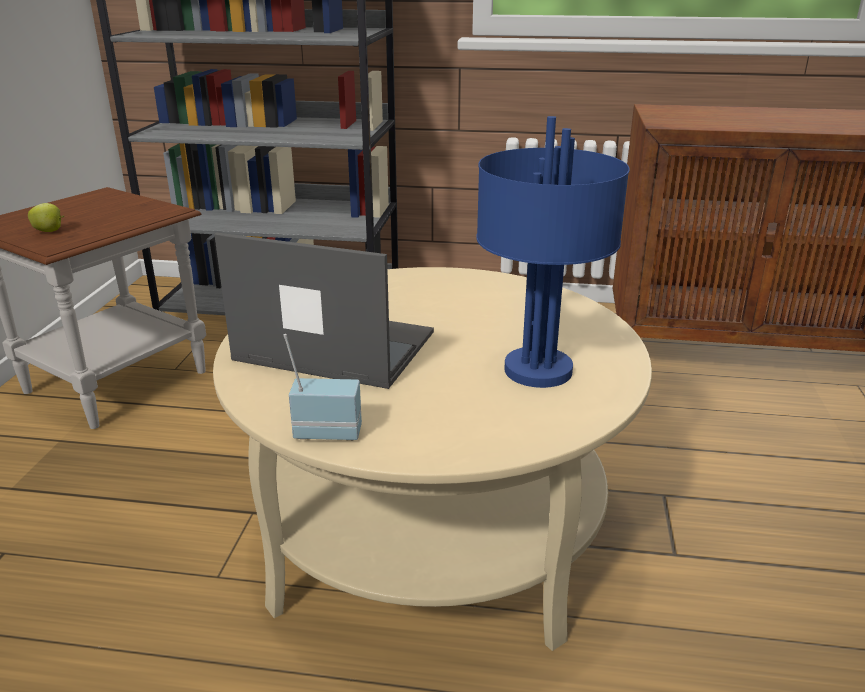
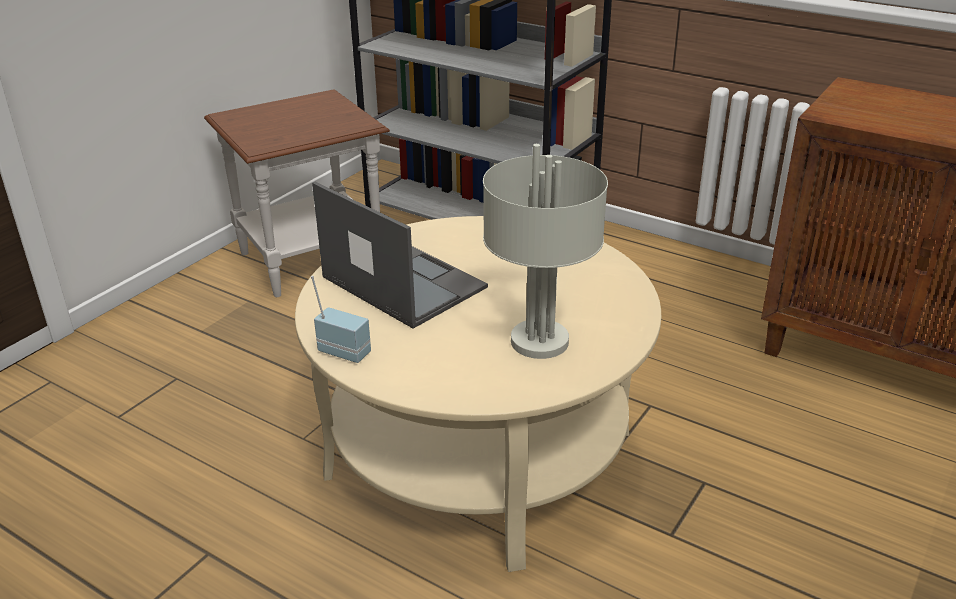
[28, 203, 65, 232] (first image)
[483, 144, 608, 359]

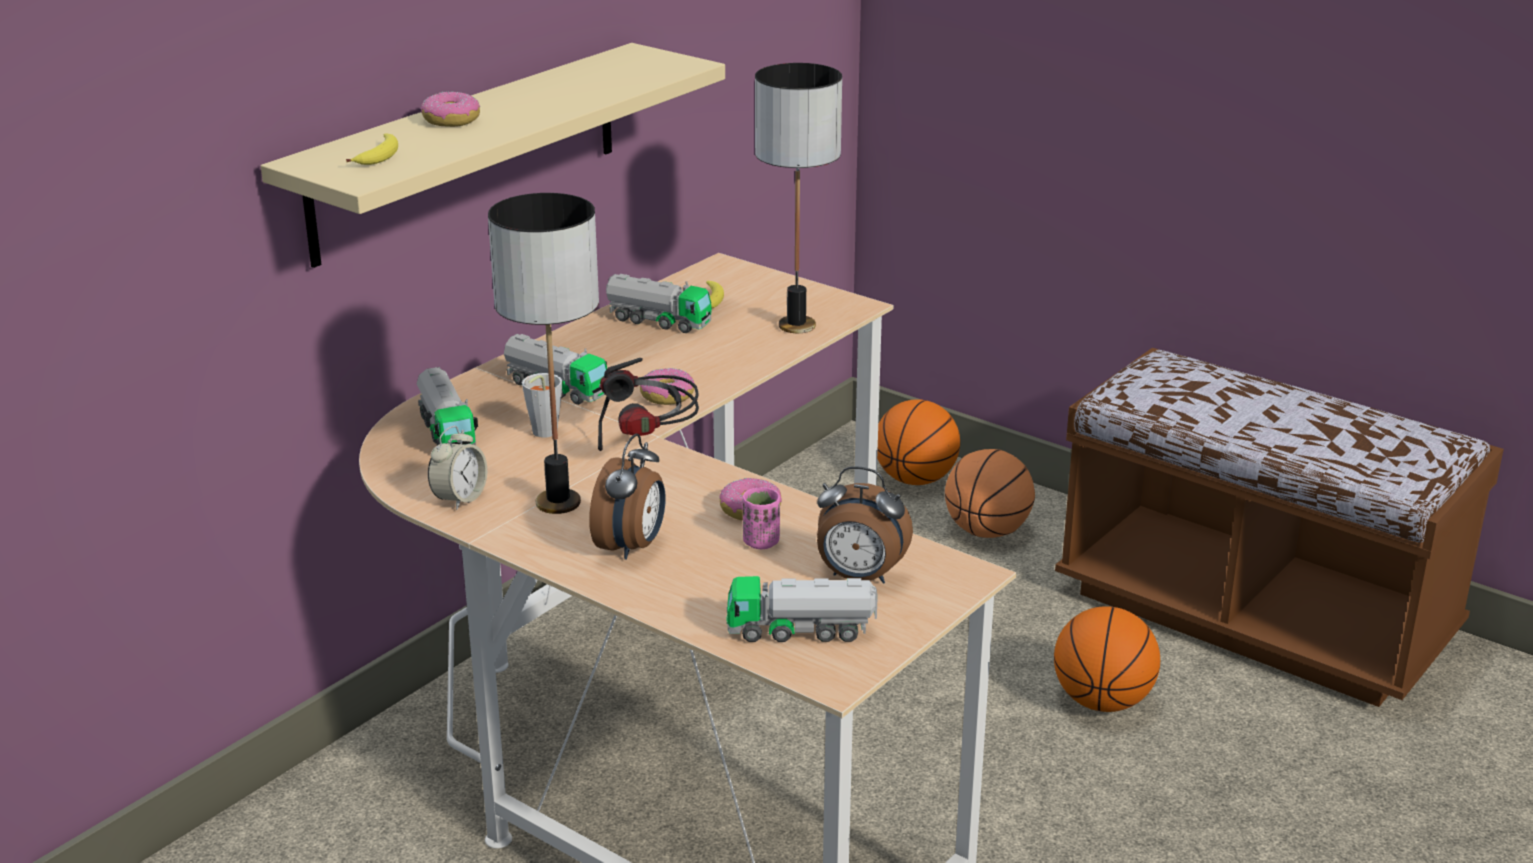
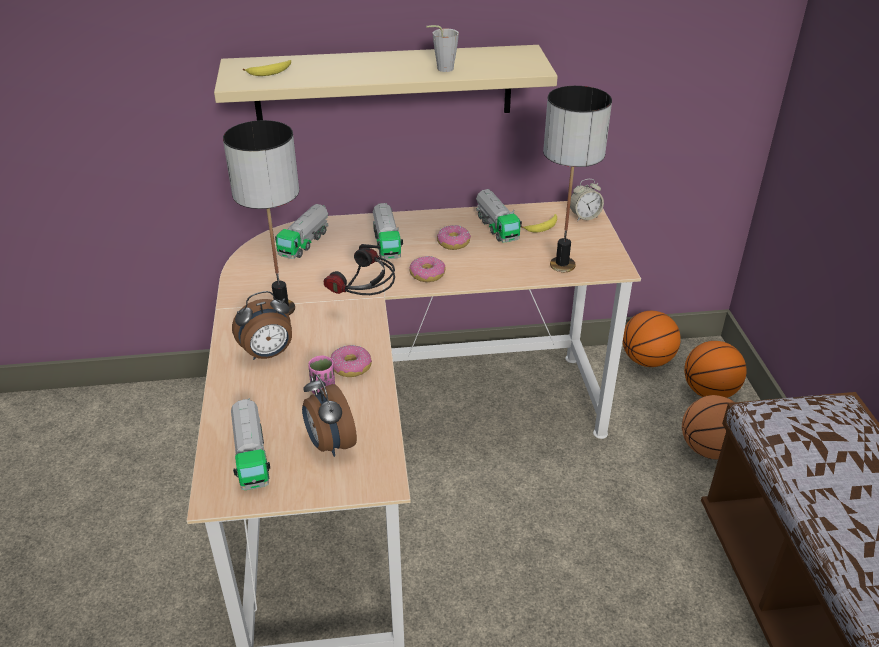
[437, 225, 471, 250]
[570, 179, 604, 221]
[426, 25, 459, 72]
[231, 398, 270, 490]
[623, 311, 681, 367]

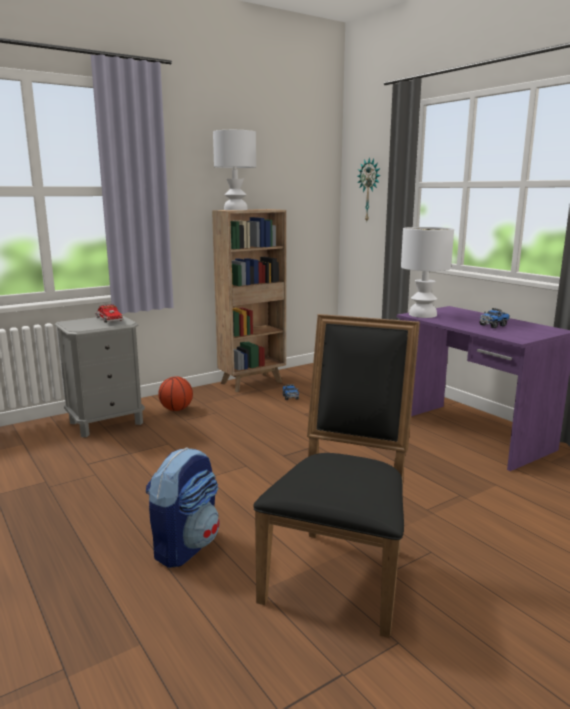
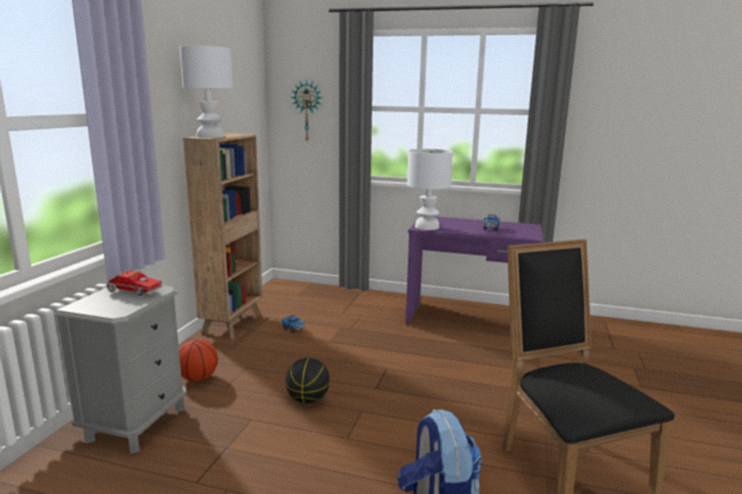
[285, 358, 330, 403]

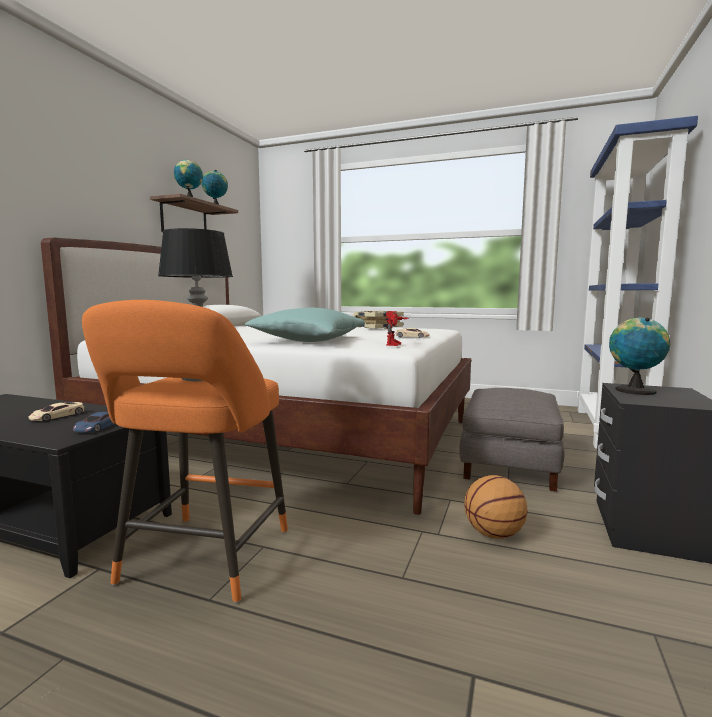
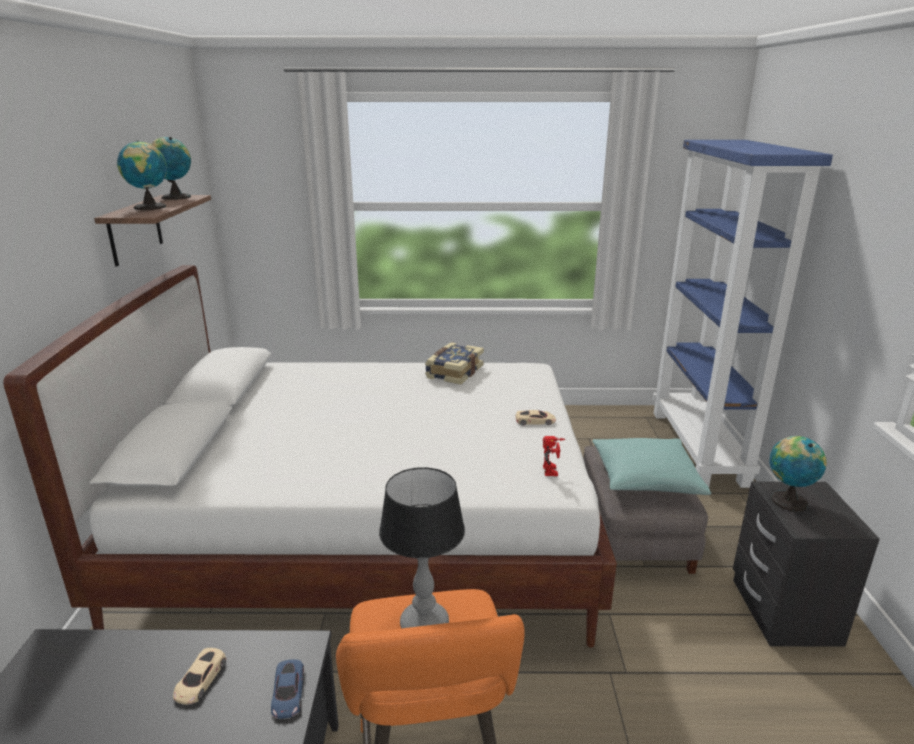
[592, 438, 711, 495]
[464, 475, 528, 539] (first image)

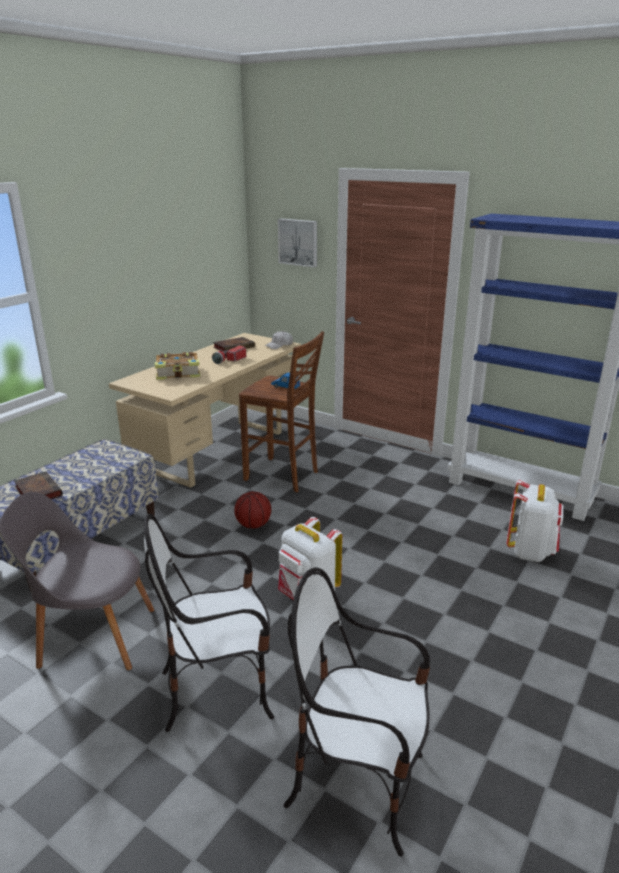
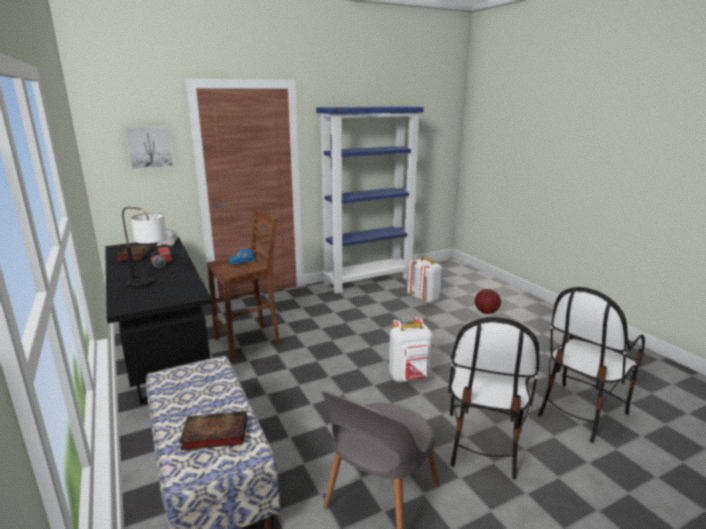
[105, 237, 212, 405]
[122, 207, 168, 288]
[475, 289, 501, 314]

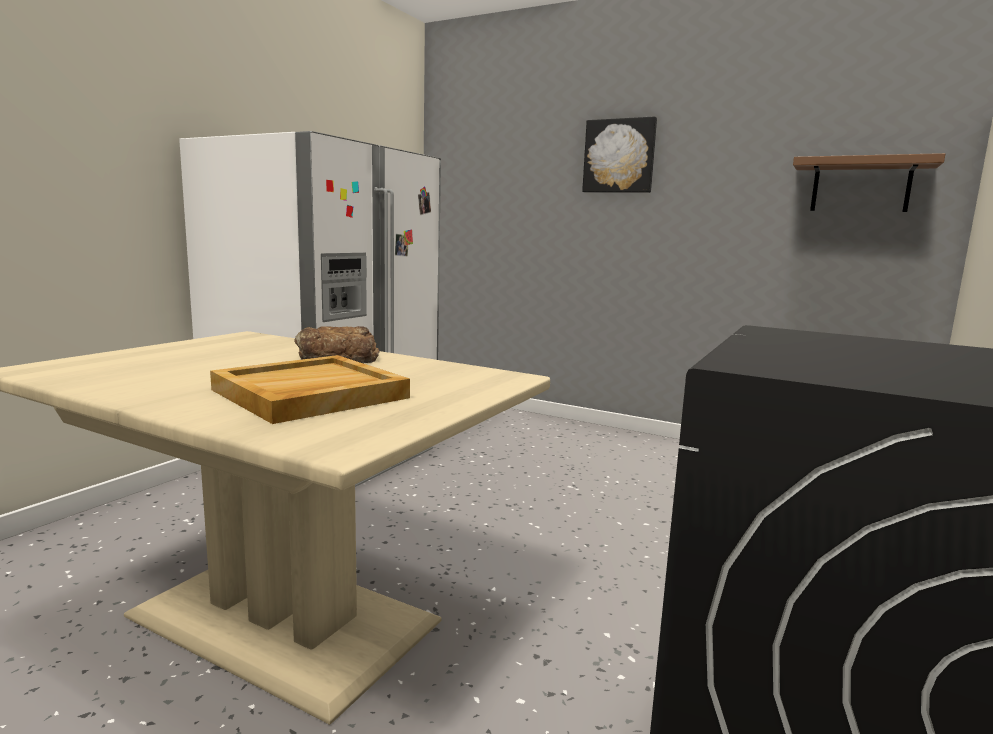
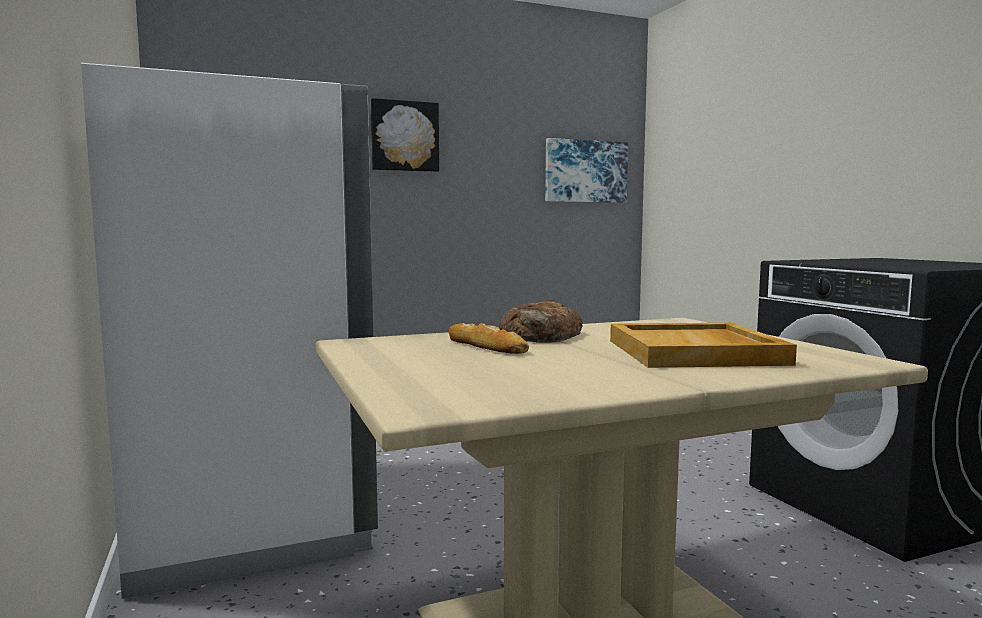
[545, 138, 628, 203]
[448, 323, 529, 354]

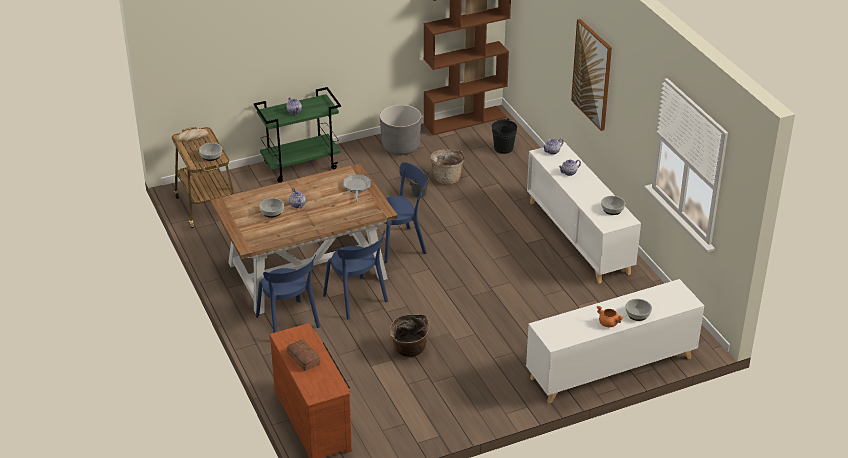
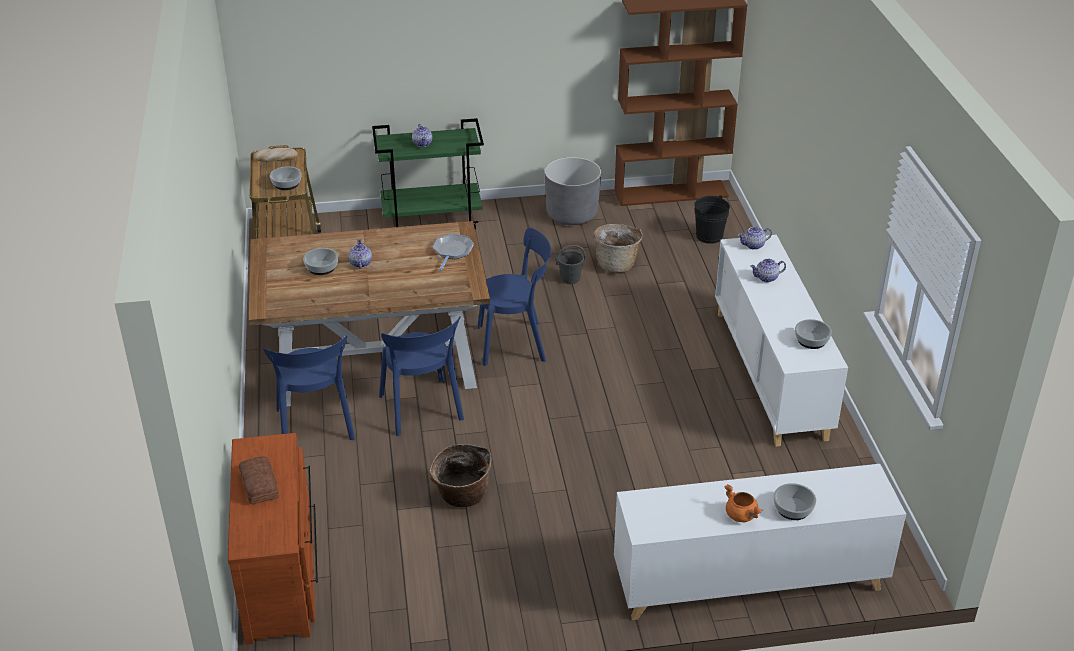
[571, 19, 612, 131] (first image)

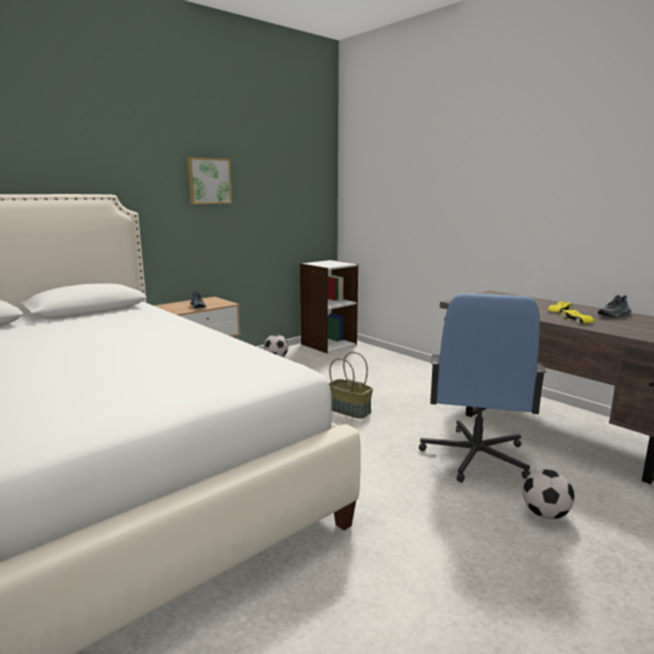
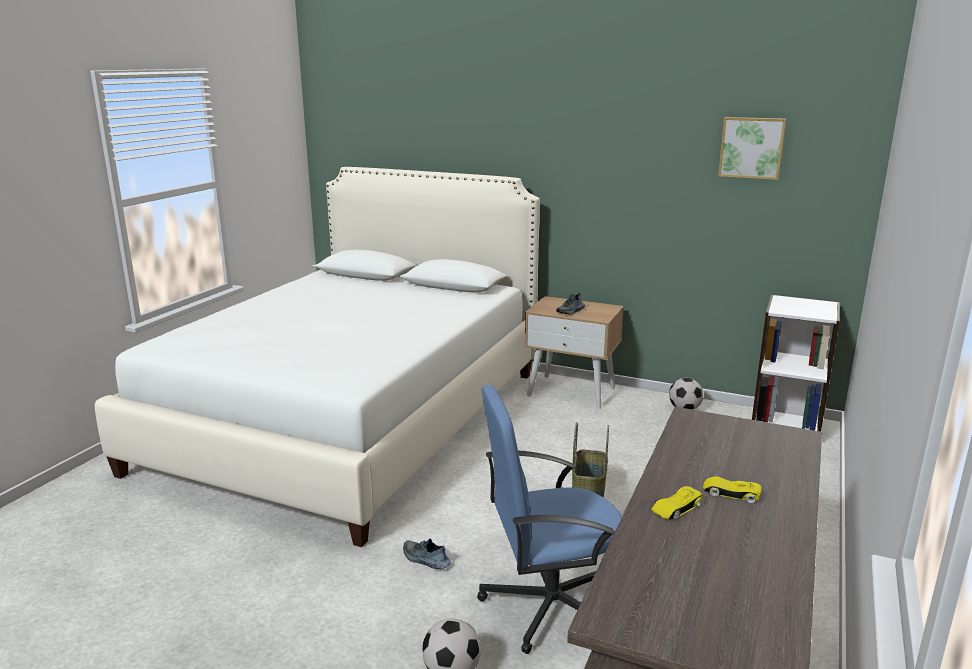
[718, 117, 786, 180]
[403, 538, 451, 569]

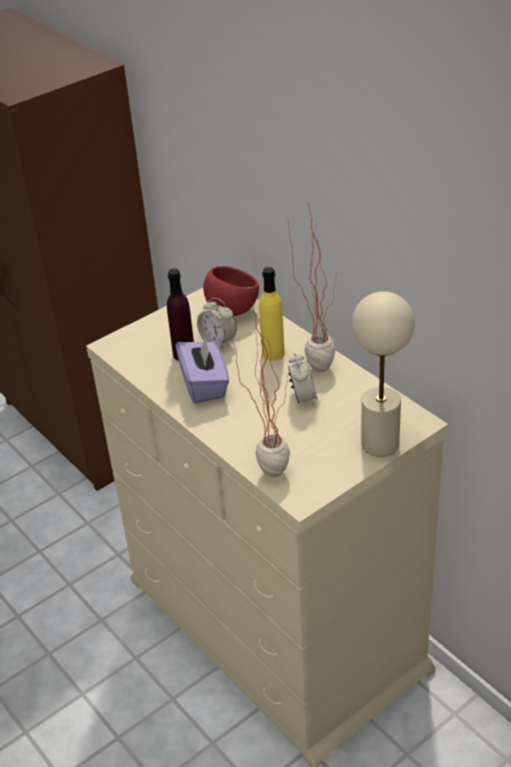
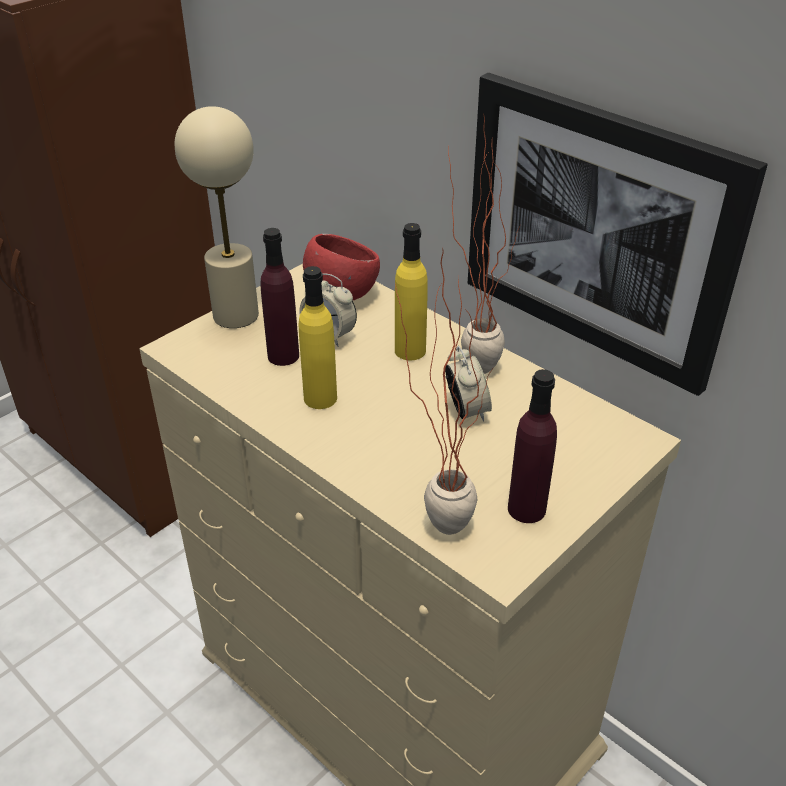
[299, 266, 337, 409]
[175, 106, 259, 328]
[468, 73, 768, 396]
[508, 369, 557, 523]

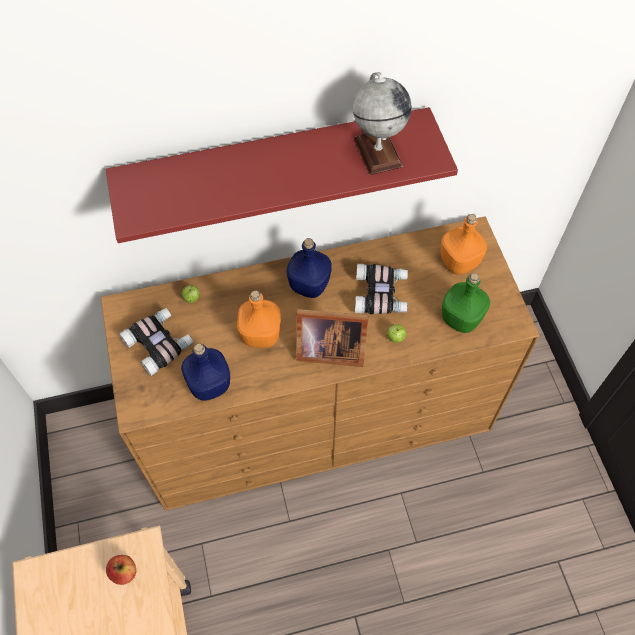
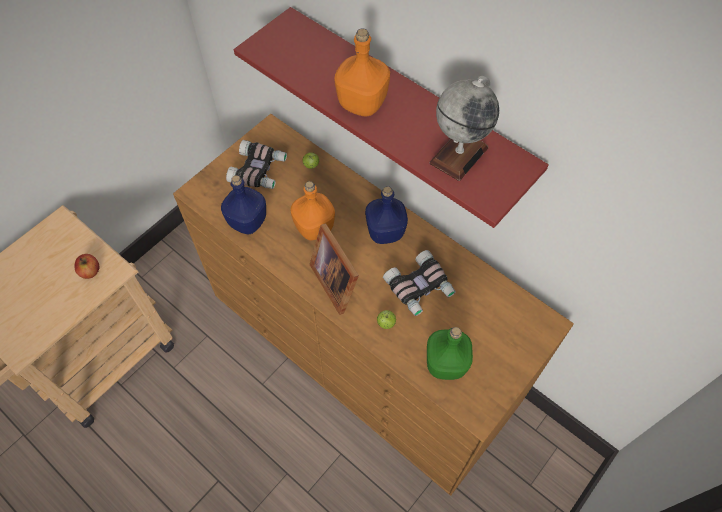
[335, 28, 390, 117]

